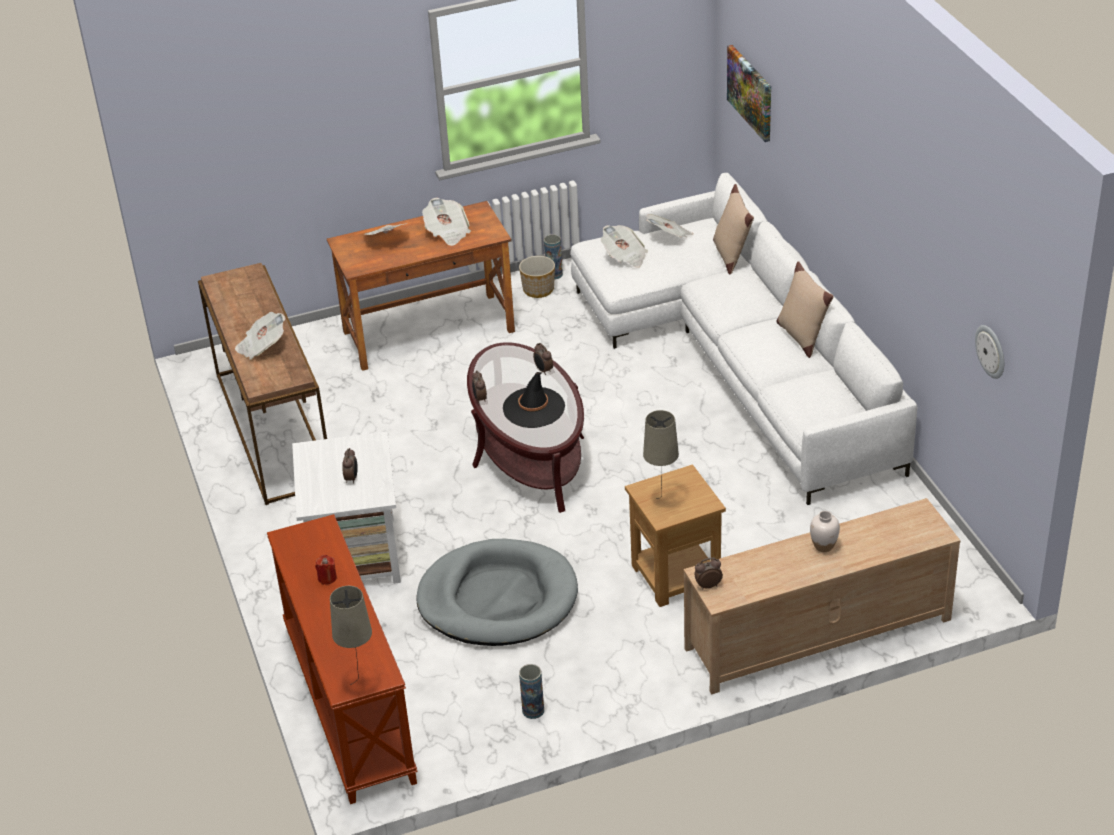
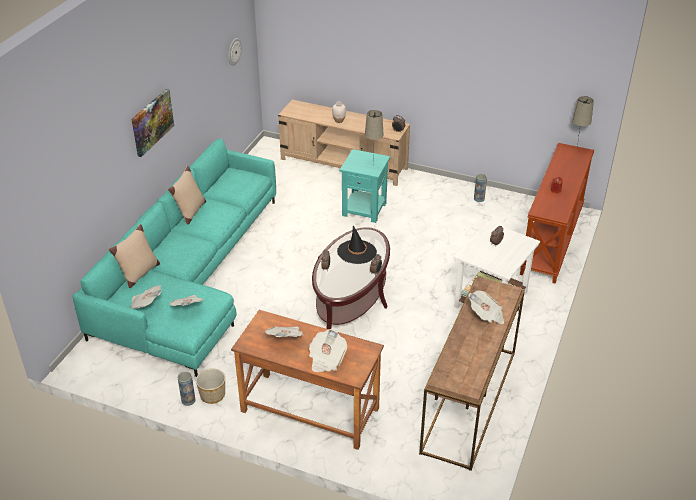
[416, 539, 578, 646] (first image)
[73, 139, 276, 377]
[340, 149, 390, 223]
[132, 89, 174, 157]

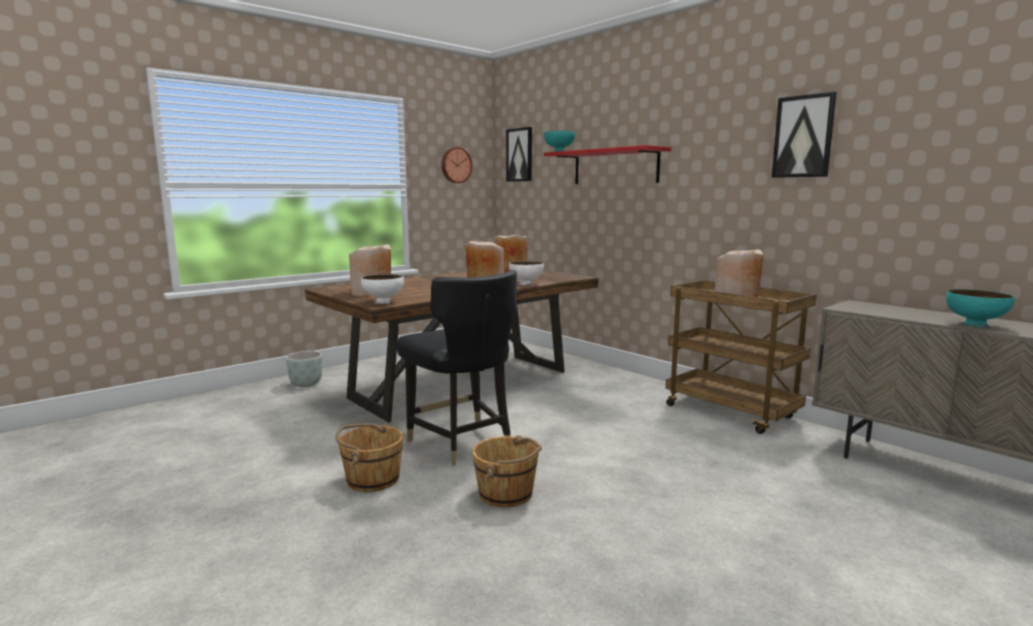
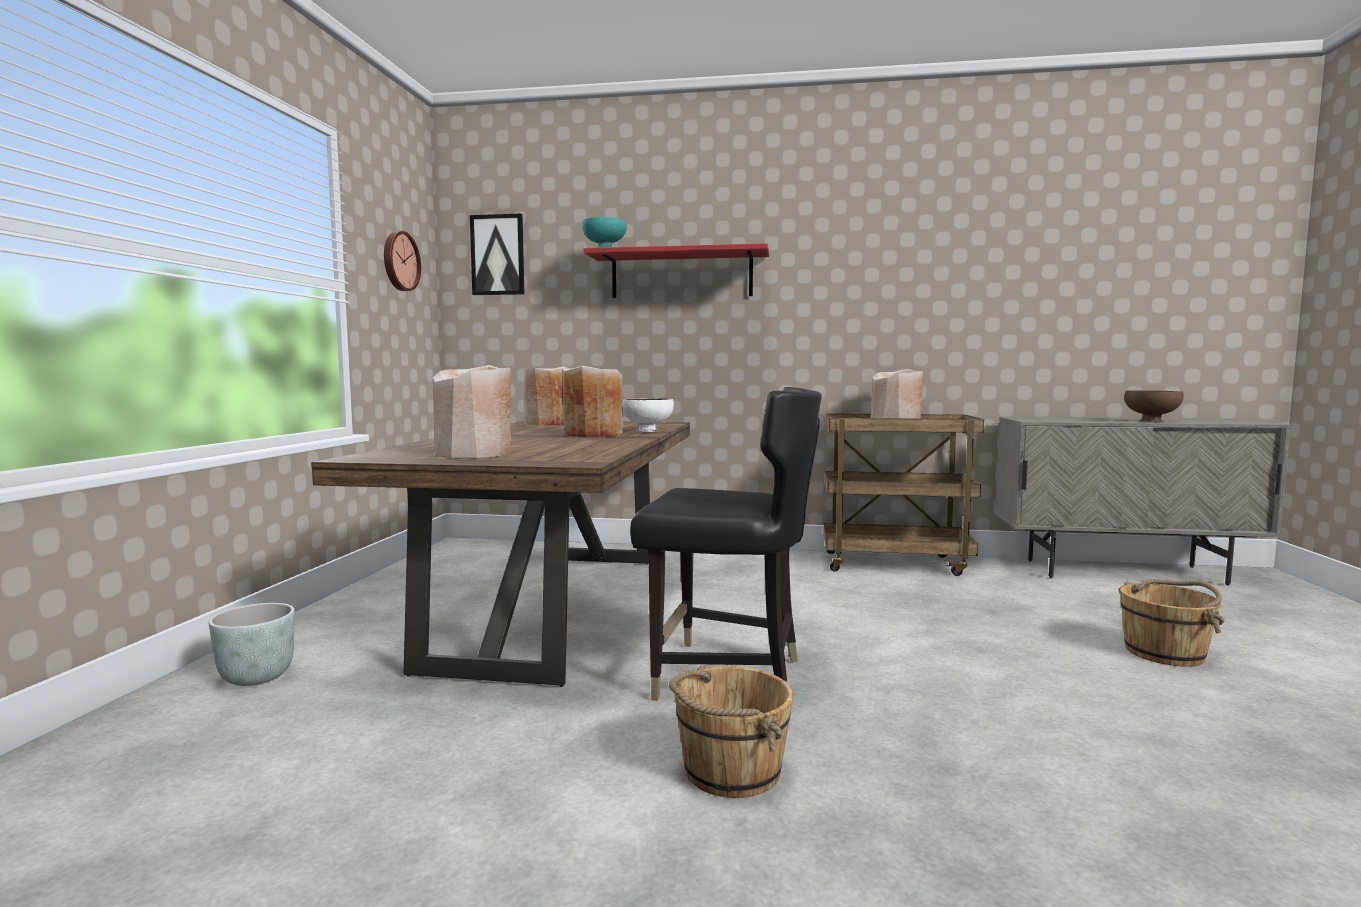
[361, 274, 404, 304] (first image)
[1119, 579, 1225, 667]
[772, 92, 837, 178] (first image)
[1124, 390, 1184, 422]

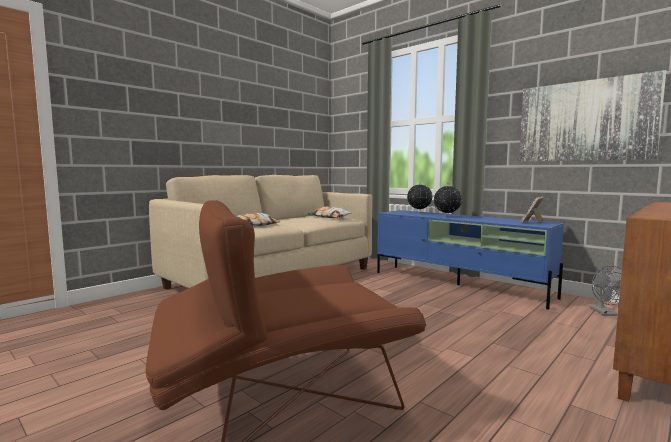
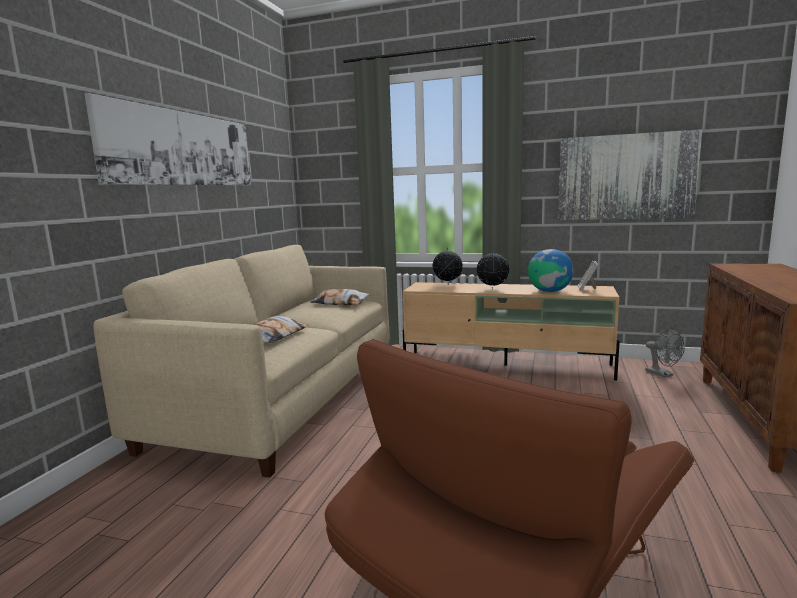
[403, 282, 620, 381]
[85, 93, 251, 185]
[528, 249, 574, 292]

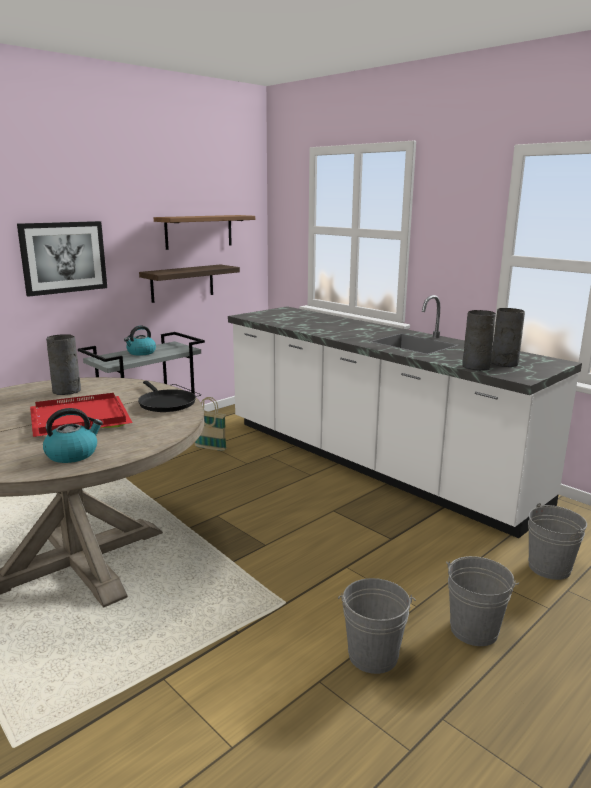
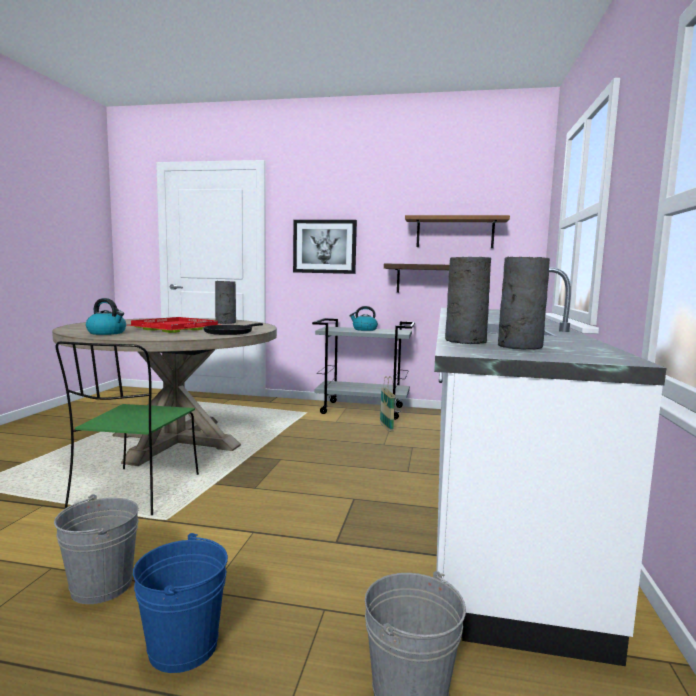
[133, 533, 228, 673]
[56, 341, 199, 515]

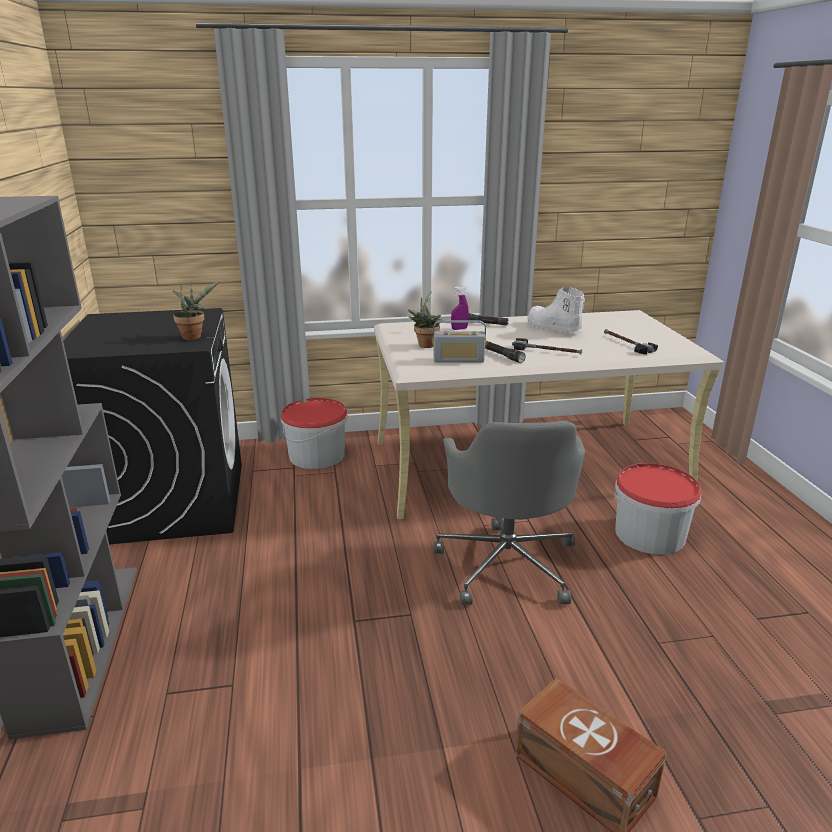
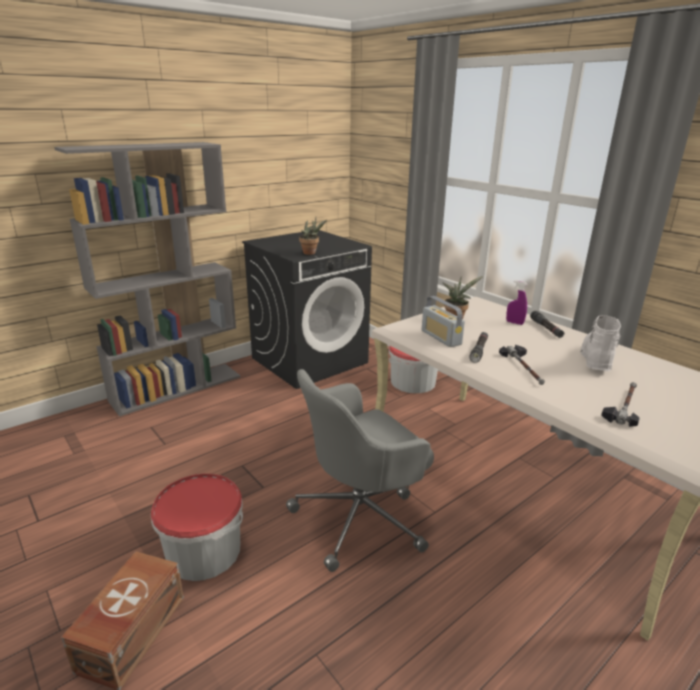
[151, 474, 243, 581]

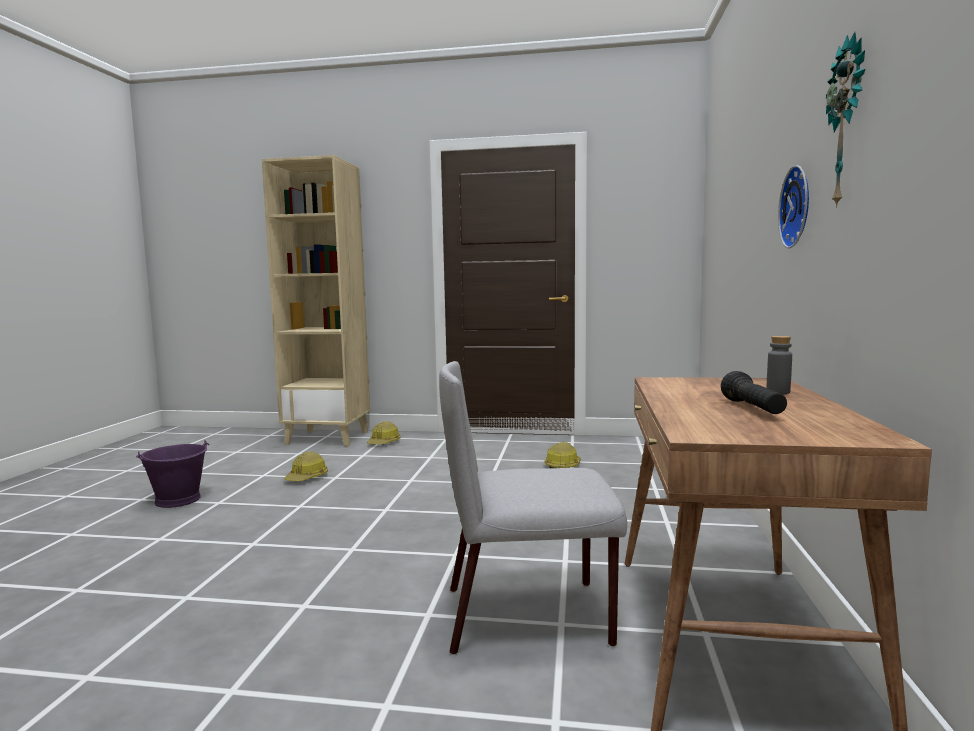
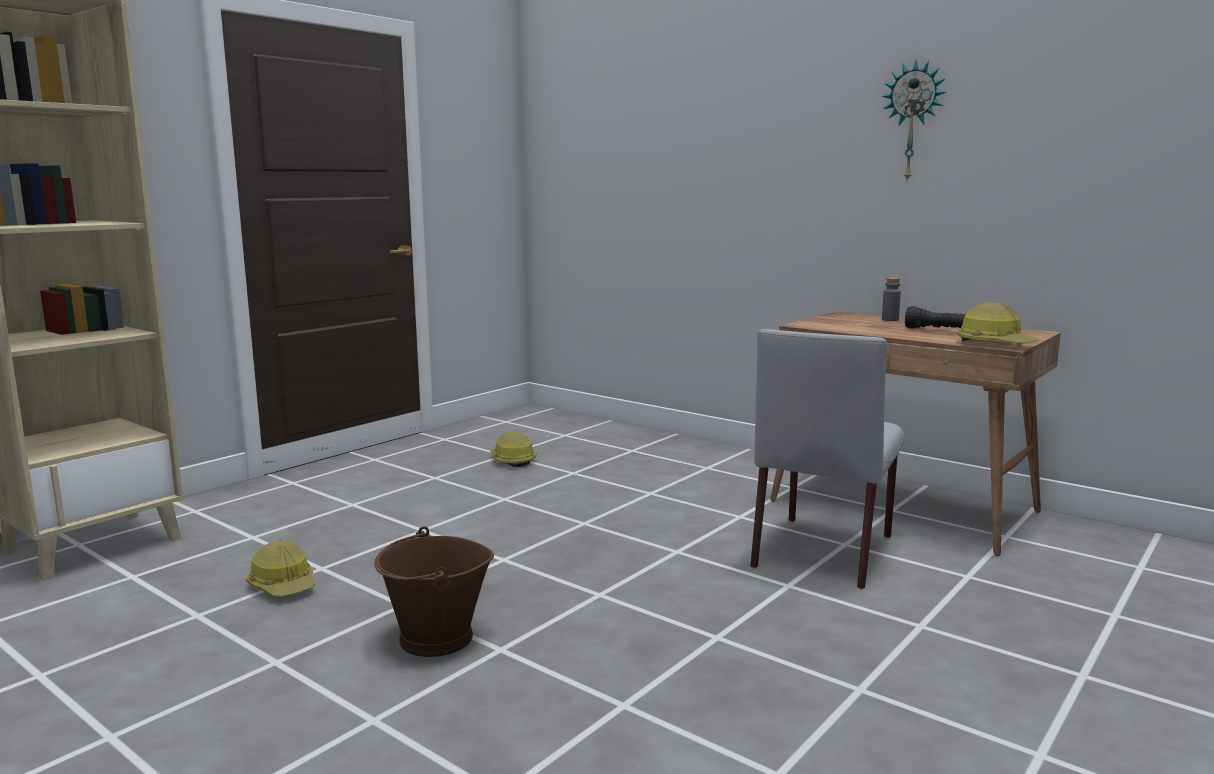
[136, 440, 209, 508] (first image)
[957, 302, 1039, 343]
[778, 165, 809, 248] (first image)
[374, 526, 494, 657]

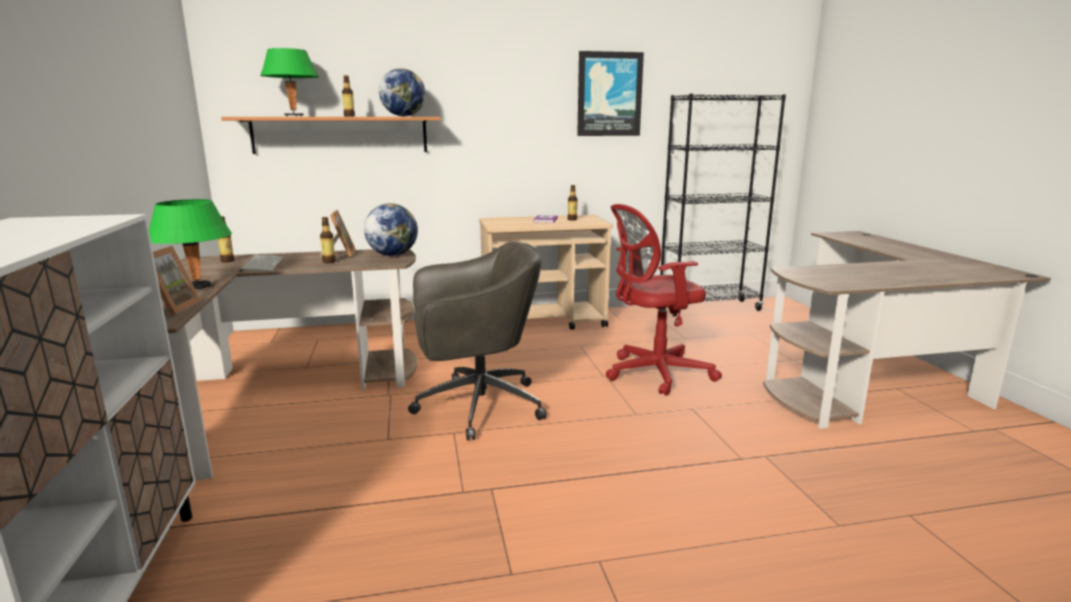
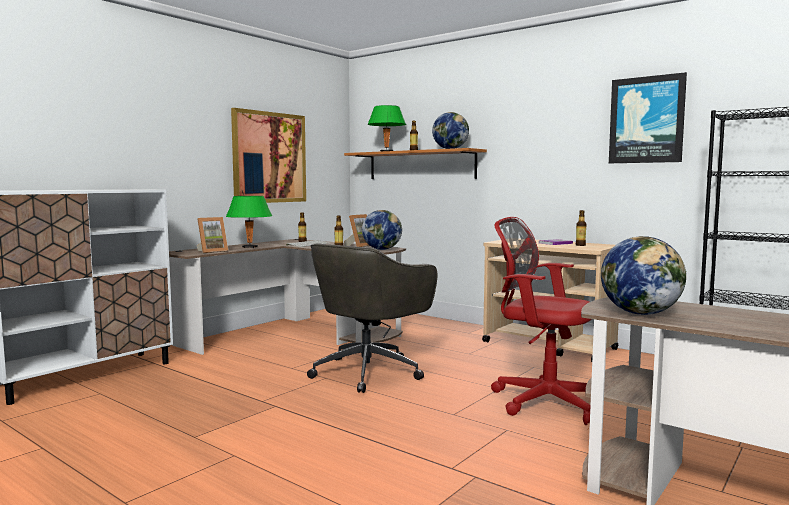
[307, 243, 437, 393]
[231, 108, 306, 203]
[601, 236, 687, 315]

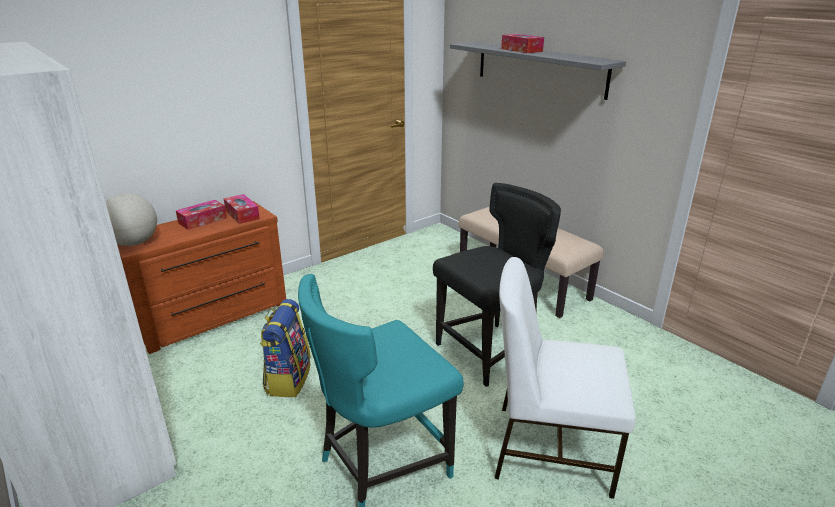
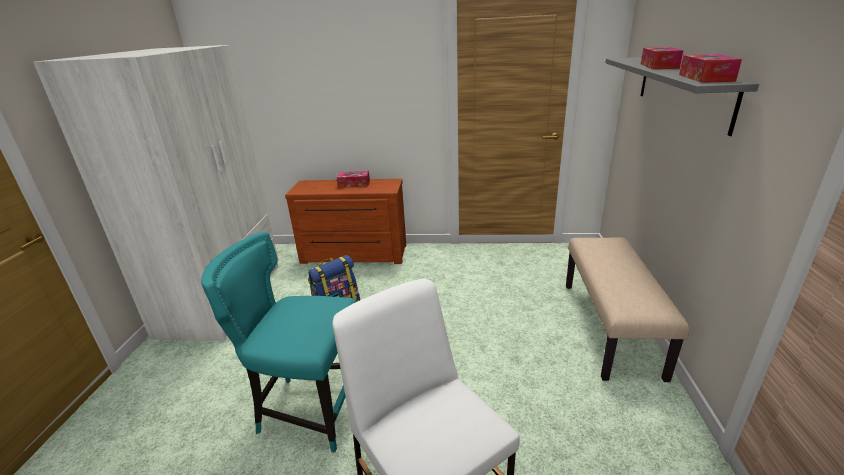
[106, 193, 157, 246] (first image)
[679, 54, 742, 83]
[433, 183, 561, 387] (first image)

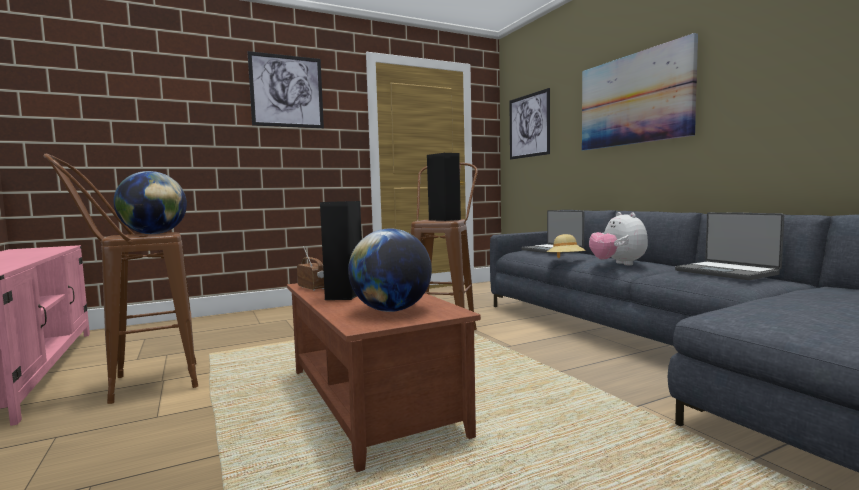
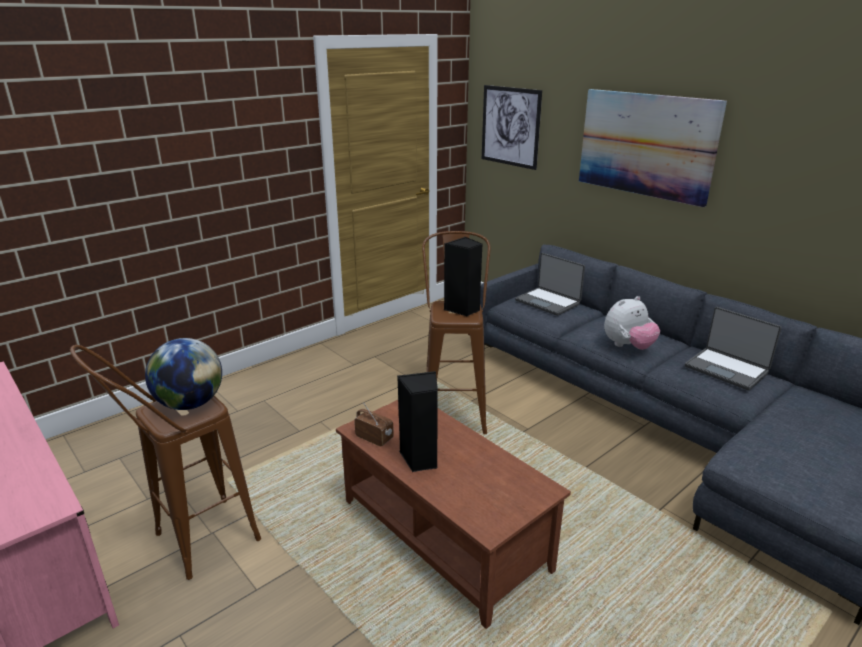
[248, 51, 324, 128] (first image)
[348, 228, 432, 312] (first image)
[547, 234, 586, 258] (first image)
[604, 296, 660, 350]

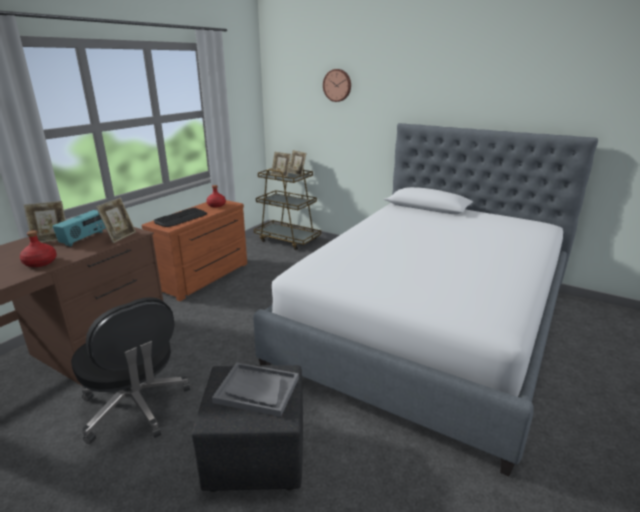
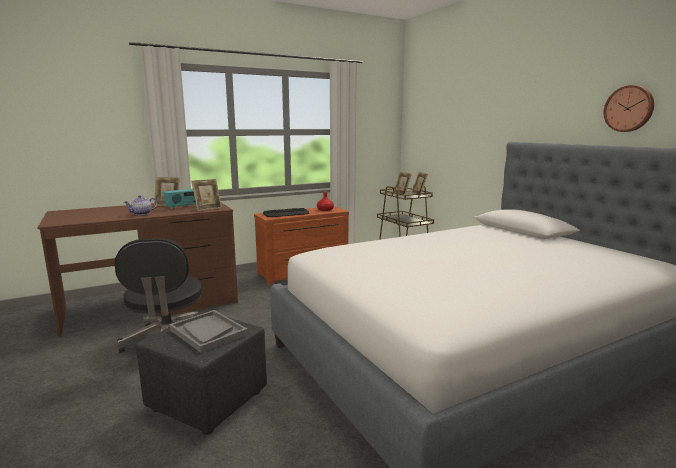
[124, 195, 157, 215]
[604, 85, 654, 132]

